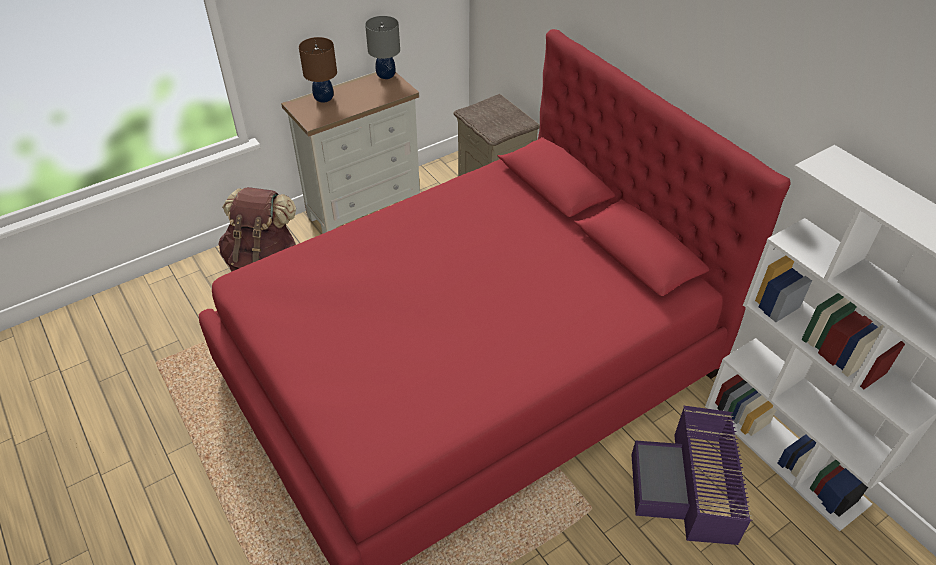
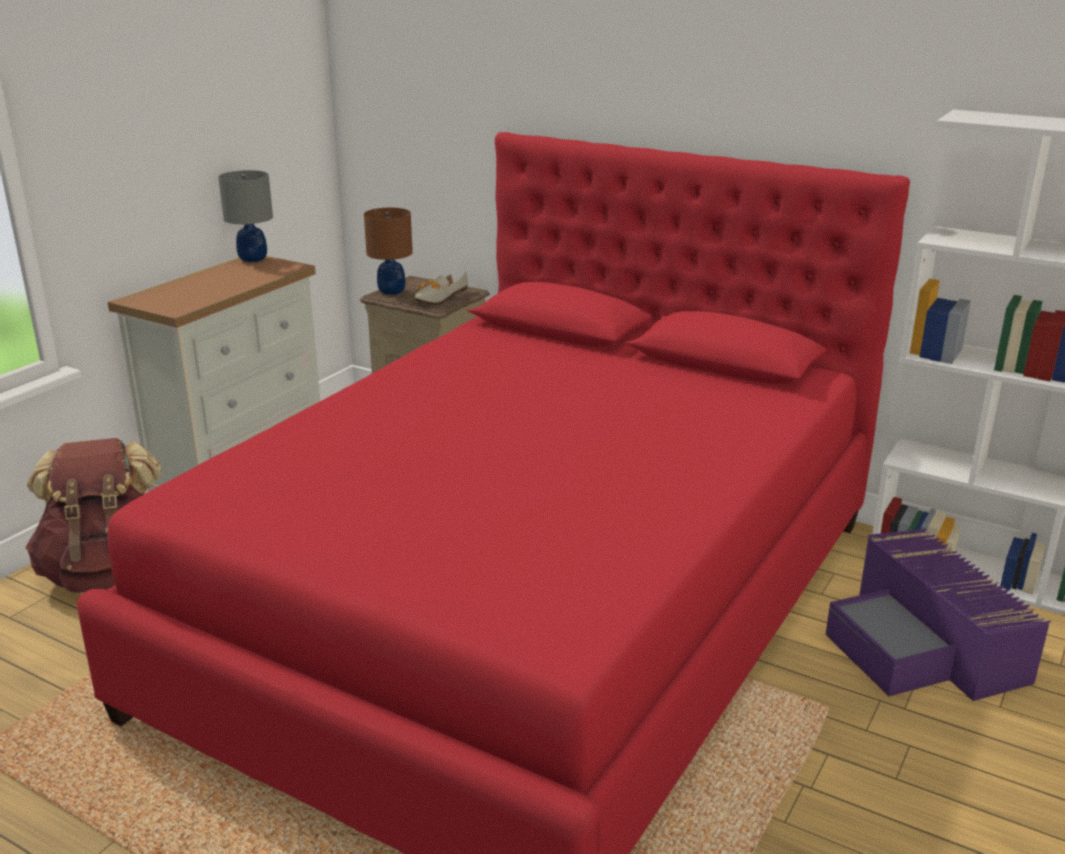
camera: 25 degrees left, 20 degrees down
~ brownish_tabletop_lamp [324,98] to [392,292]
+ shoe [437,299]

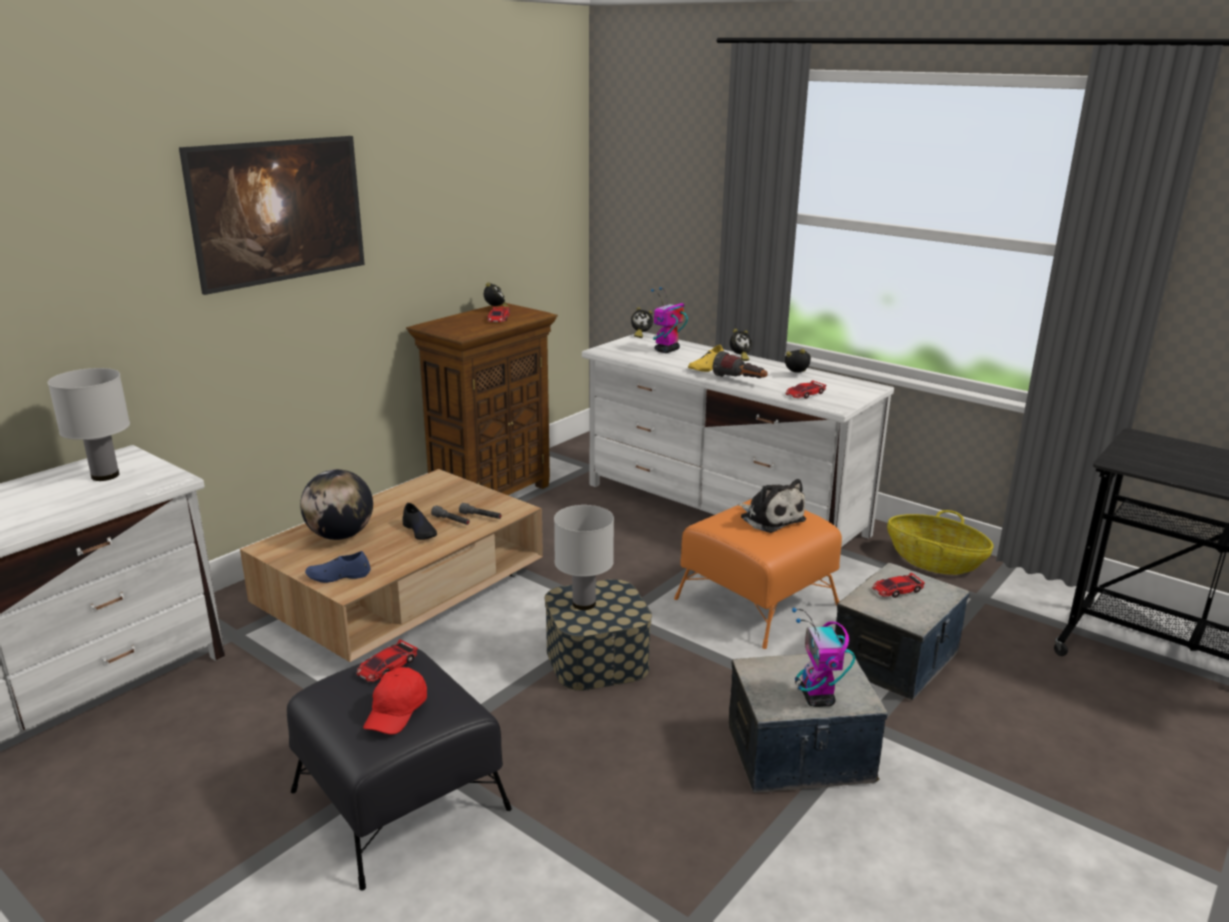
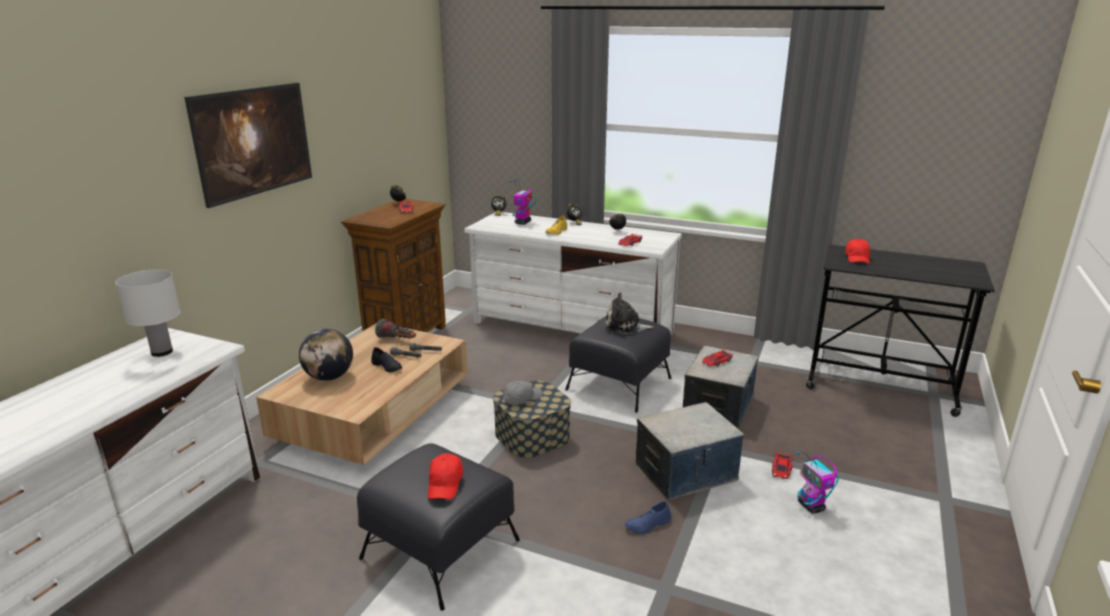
camera: 15 degrees left, 0 degrees up
~ torch [740,381] to [397,340]
~ cuddly_toy [770,518] = [625,326] 150 degrees clockwise
~ orange_ottoman [757,601] to black-coloured_ottoman [619,383]
~ whitish_tabletop_lamp [583,603] to gray_cap [521,399]
- basket [934,561]
~ blue-coloured_shoe [338,576] to [648,524]
~ model_robot [817,698] to [811,507]
~ miniature_car [387,666] to [781,469]
+ reddish_cap [857,258]

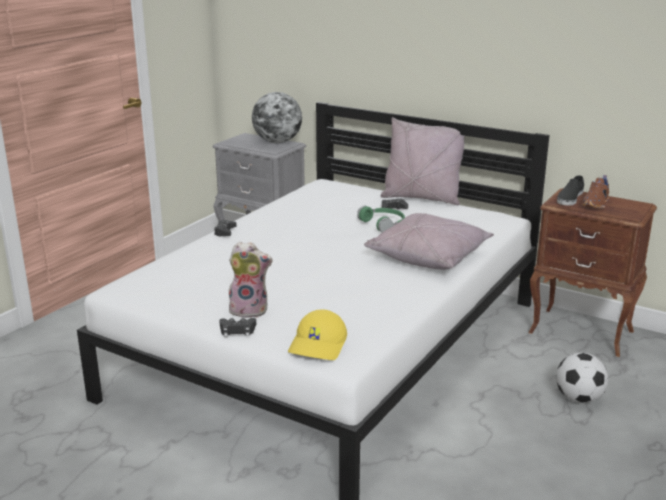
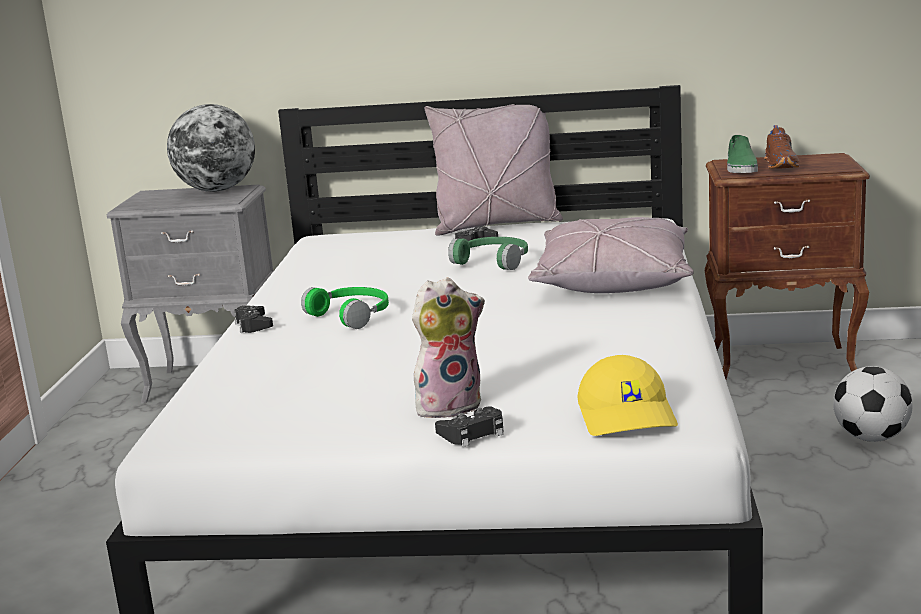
camera: 25 degrees left, 5 degrees down
~ black-coloured_shoe [570,198] to green_shoe [740,166]
+ green_headset [353,315]

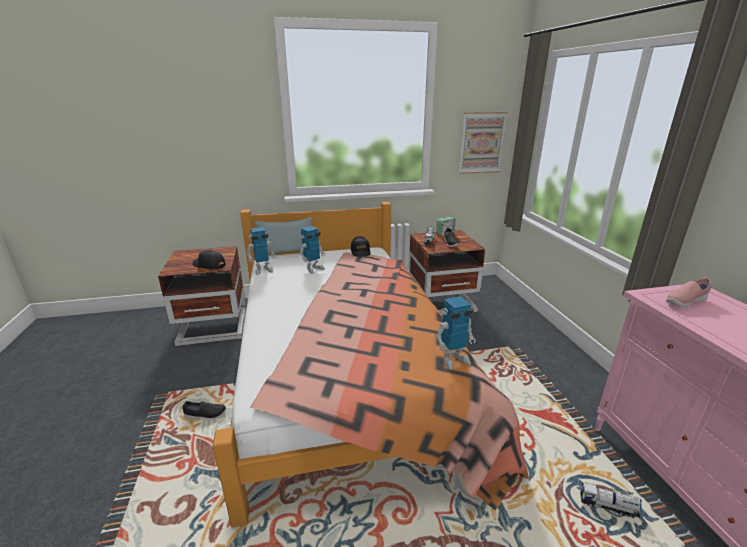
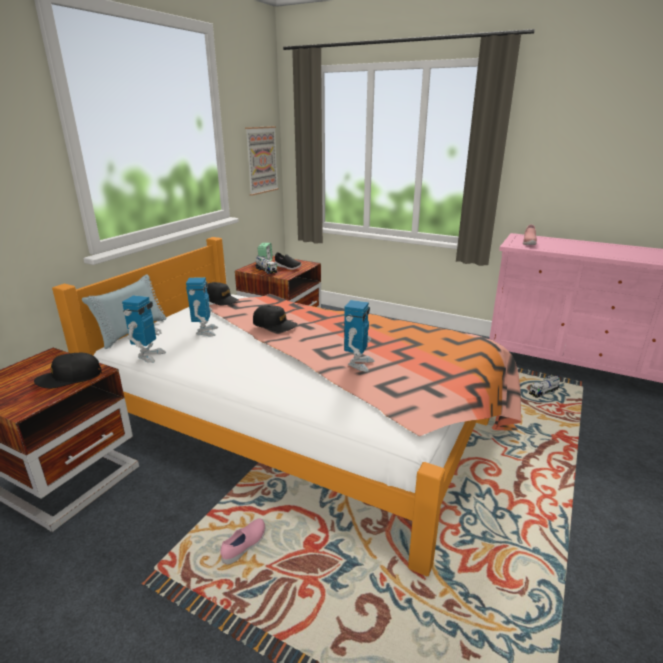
camera: 50 degrees left, 0 degrees up
~ model_robot [453,359] to [358,364]
~ black-coloured_shoe [205,415] to pink_shoe [245,546]
+ black-coloured_cap [275,325]

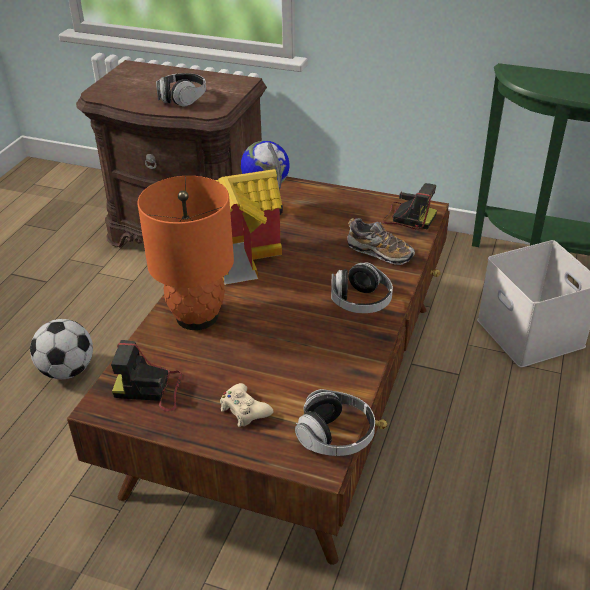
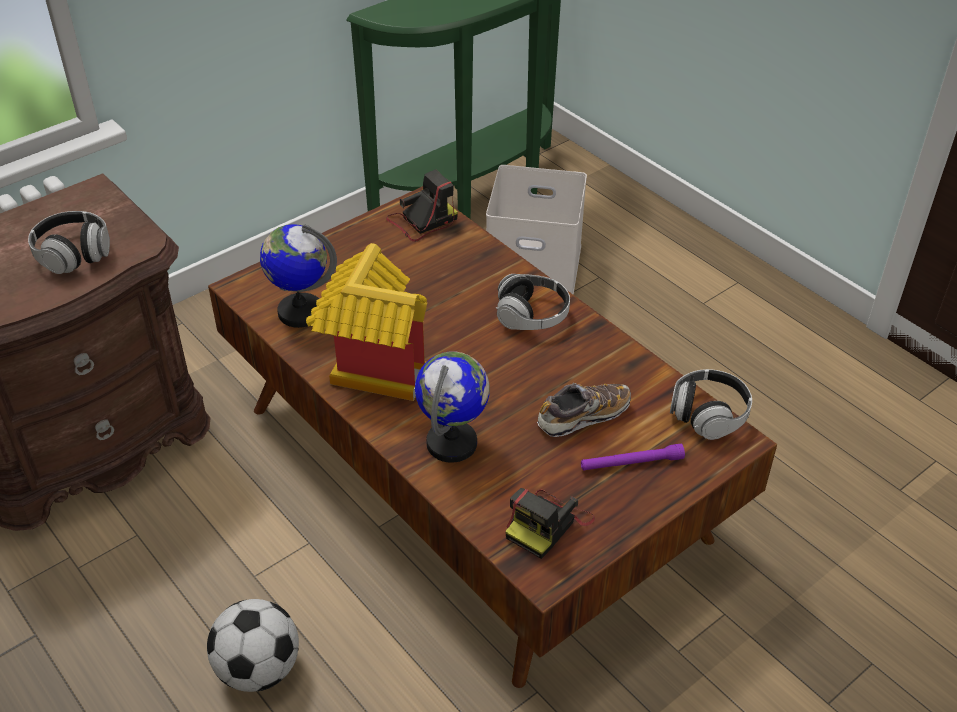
camera: 60 degrees left, 5 degrees up
~ orange_tabletop_lamp [197,316] to world_globe [452,443]
~ shoe [380,252] to [583,417]
~ sand-coloured_gamepad [244,410] to purple_torch [631,463]

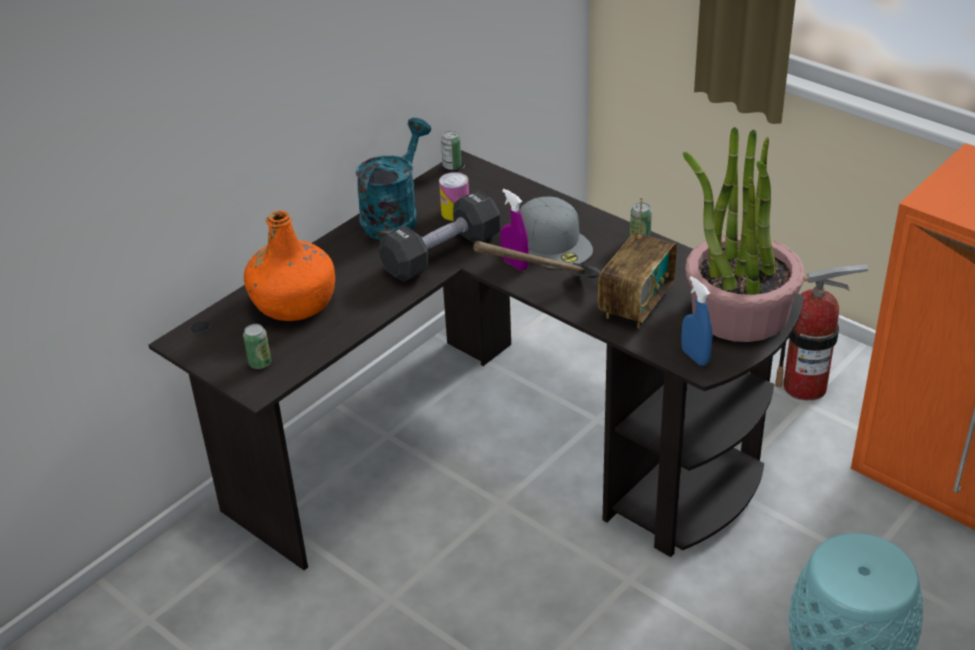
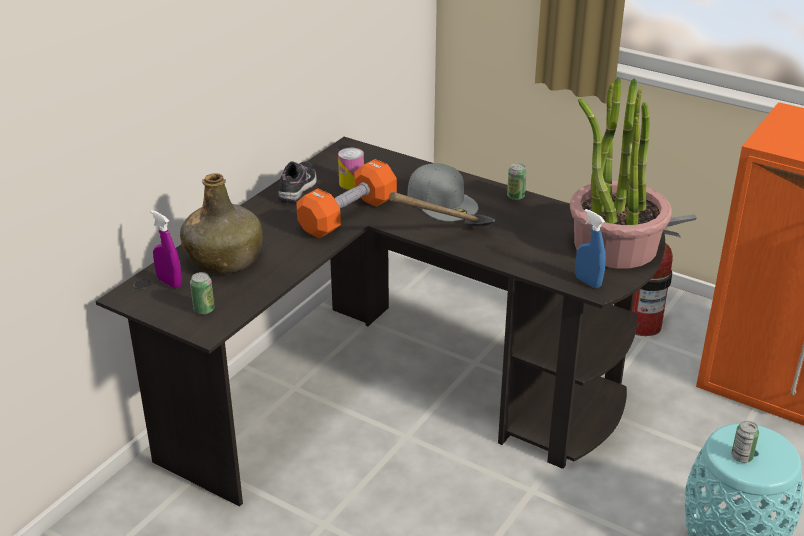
camera: 10 degrees left, 5 degrees down
~ turquoise-coloured_watering_can [394,215] to shoe [298,188]
~ metal_can [452,166] to [741,457]
~ purple_spray_bottle [514,264] to [169,282]
~ black-coloured_dumbbell [442,254] to orange_dumbbell [348,215]
- radio [636,304]
~ orange_drink_bottle [294,302] to green_drink_bottle [224,259]

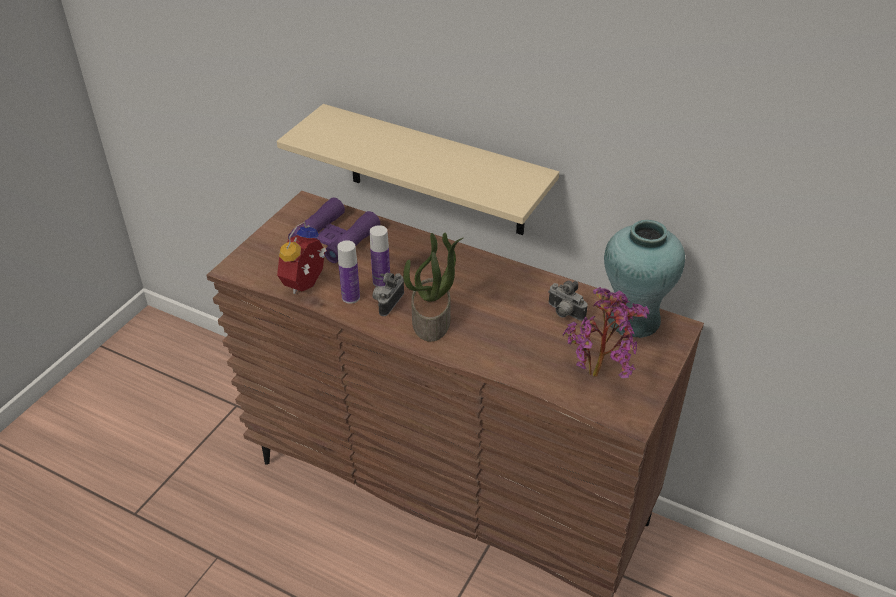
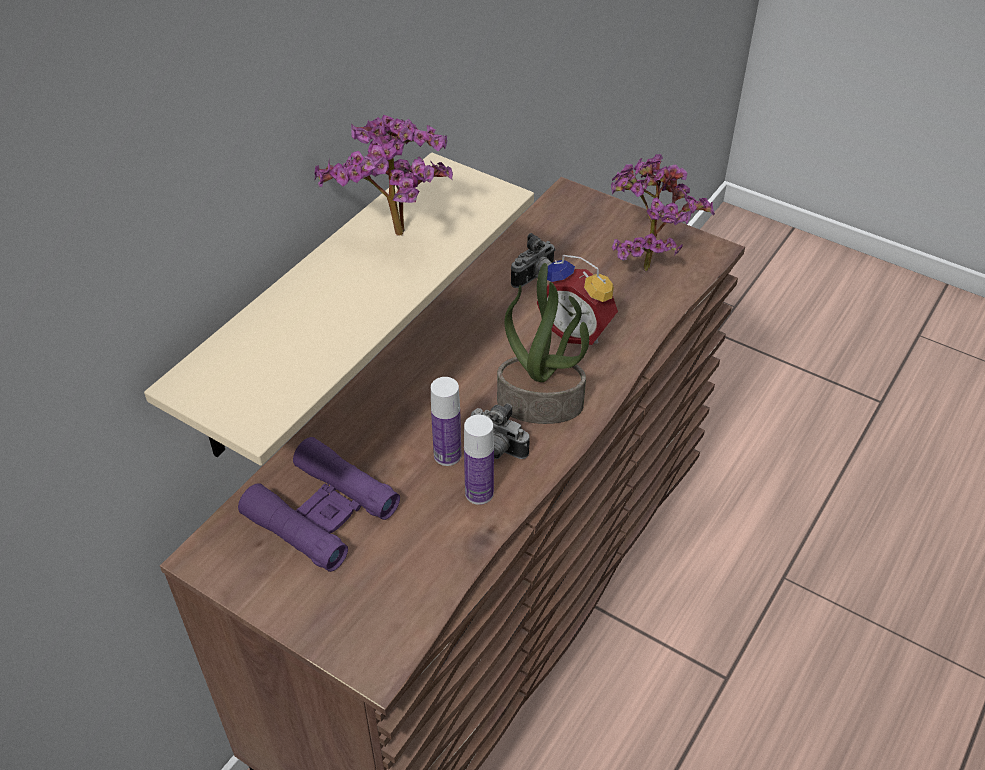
camera: 85 degrees left, 5 degrees up
- turquoise-coloured_flower_vase [633,319]
~ table_clock [307,284] to [577,330]
+ plant_in_a_pot [398,240]

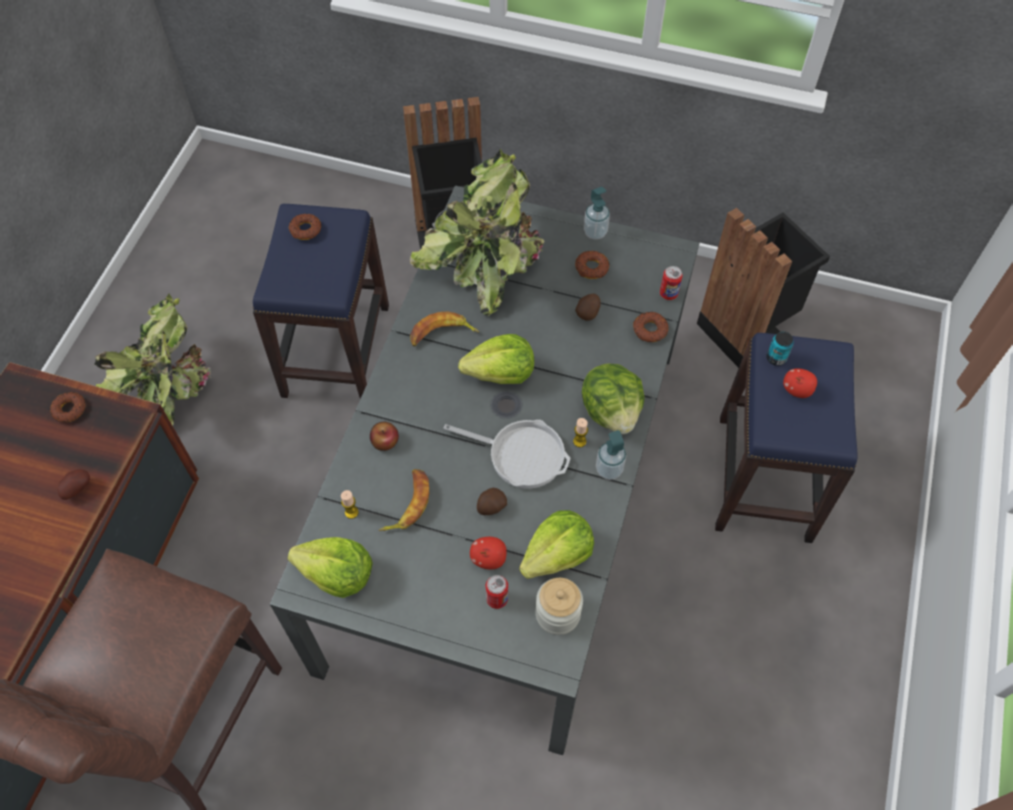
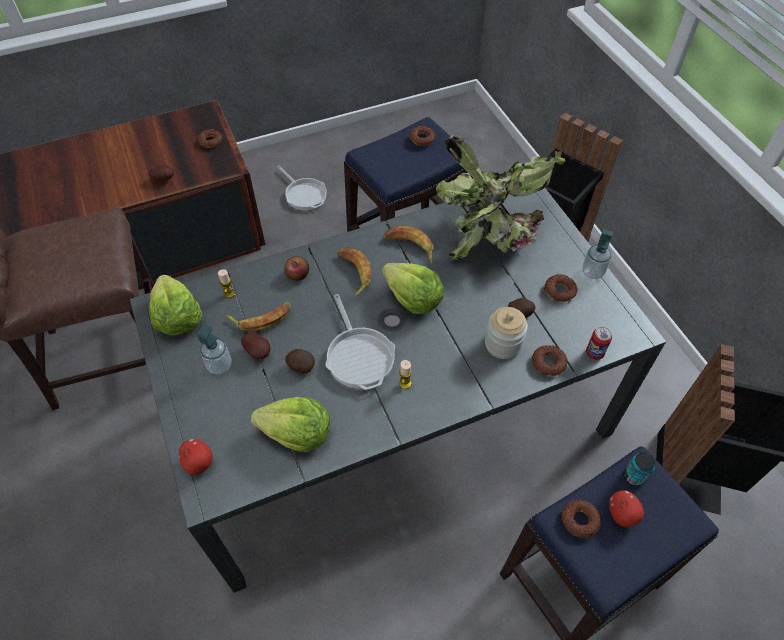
camera: 50 degrees right, 5 degrees down
~ plant_in_a_pot [169,387] to pan [304,194]
- lettuce [611,411]
~ liquid_soap_bottle [609,469] to [219,366]
~ apple [489,559] to [199,463]
- metal_can [497,599]
~ storage_jar [557,614] to [503,344]
+ banana [353,273]
+ whole_potato [259,352]
+ doughnut [580,520]

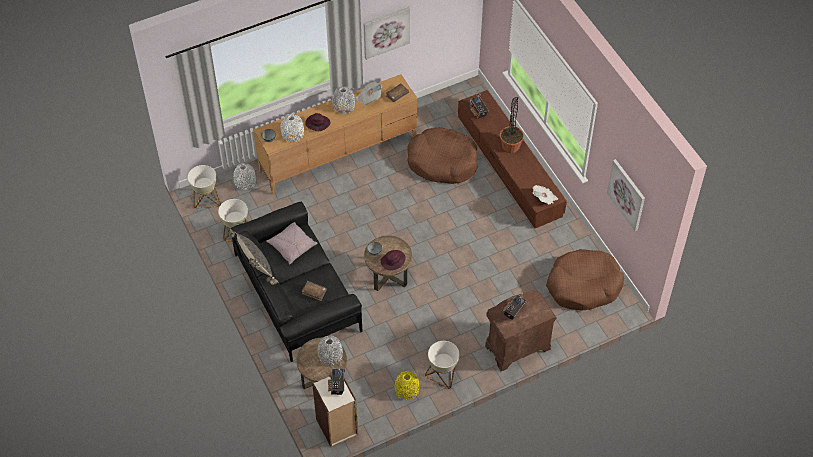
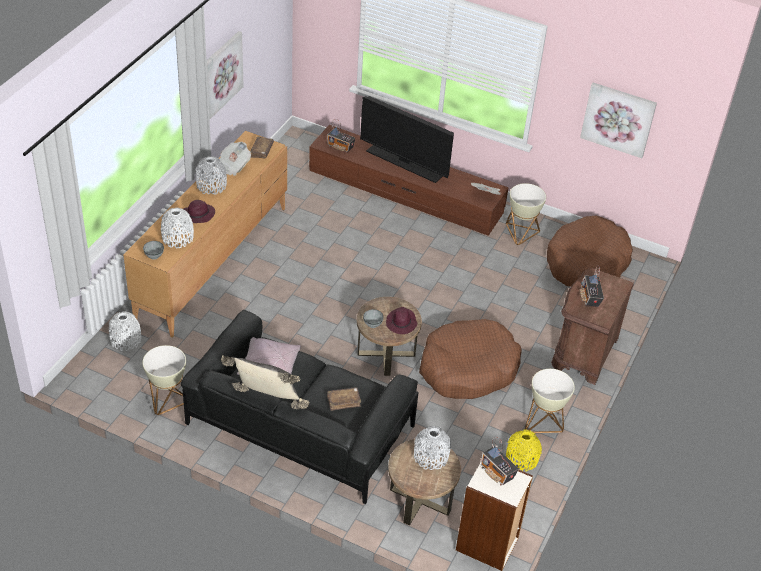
camera: 40 degrees left, 10 degrees down
~ plant_in_a_pot [510,146] to television [404,163]
~ brownish_dog_bed [442,162] to [467,368]
~ plant_pot [206,201] to [520,234]

